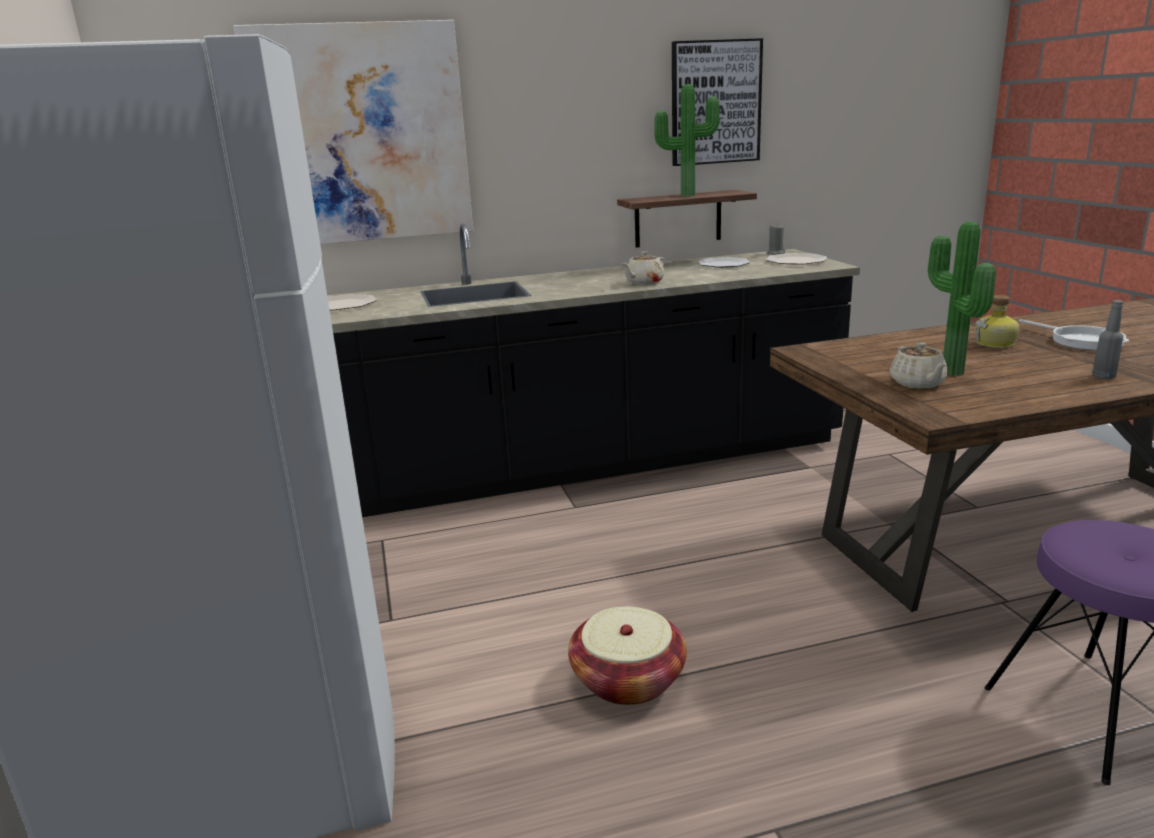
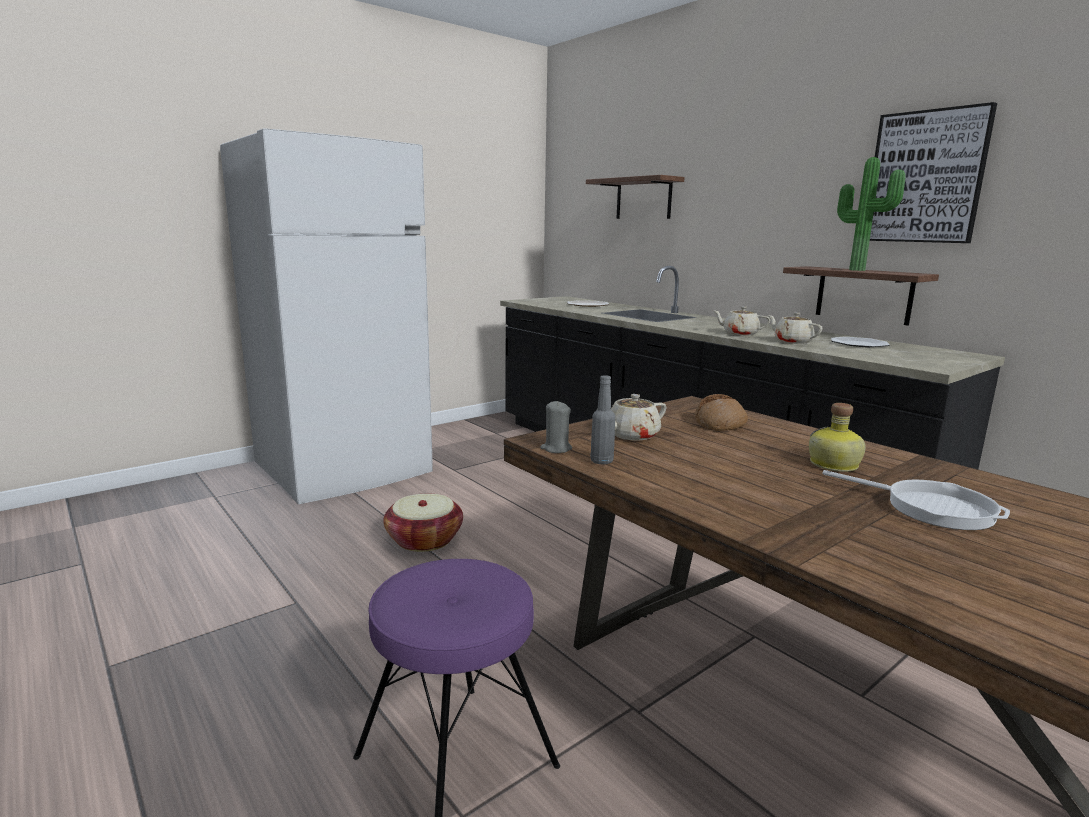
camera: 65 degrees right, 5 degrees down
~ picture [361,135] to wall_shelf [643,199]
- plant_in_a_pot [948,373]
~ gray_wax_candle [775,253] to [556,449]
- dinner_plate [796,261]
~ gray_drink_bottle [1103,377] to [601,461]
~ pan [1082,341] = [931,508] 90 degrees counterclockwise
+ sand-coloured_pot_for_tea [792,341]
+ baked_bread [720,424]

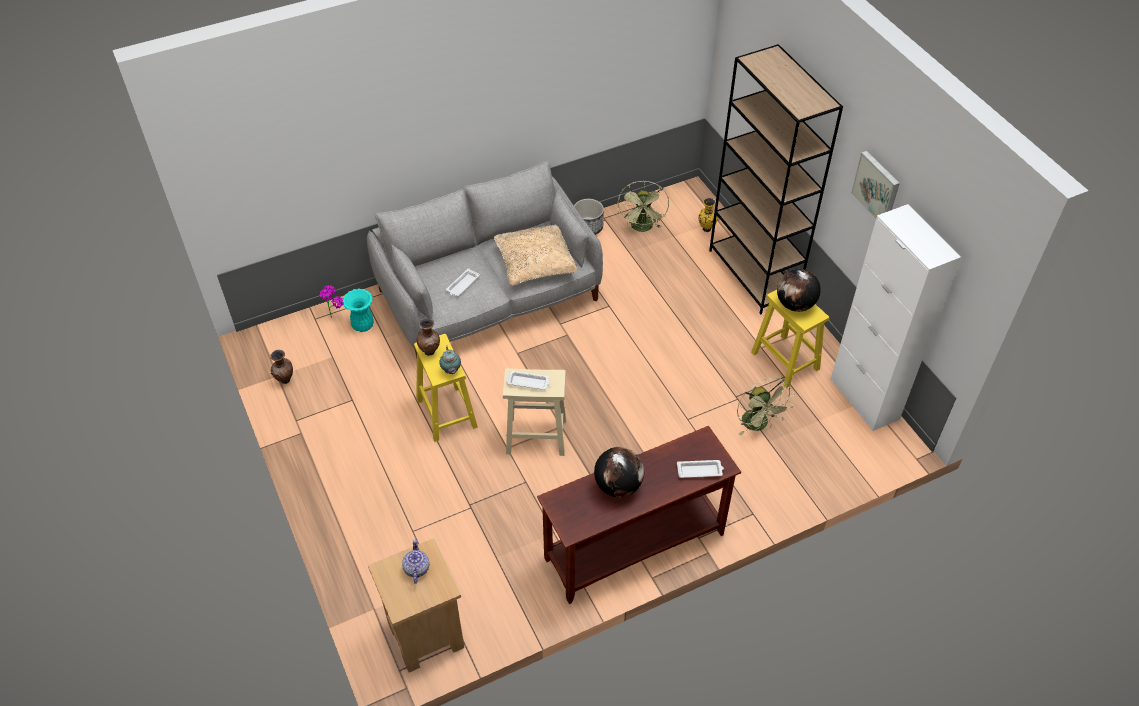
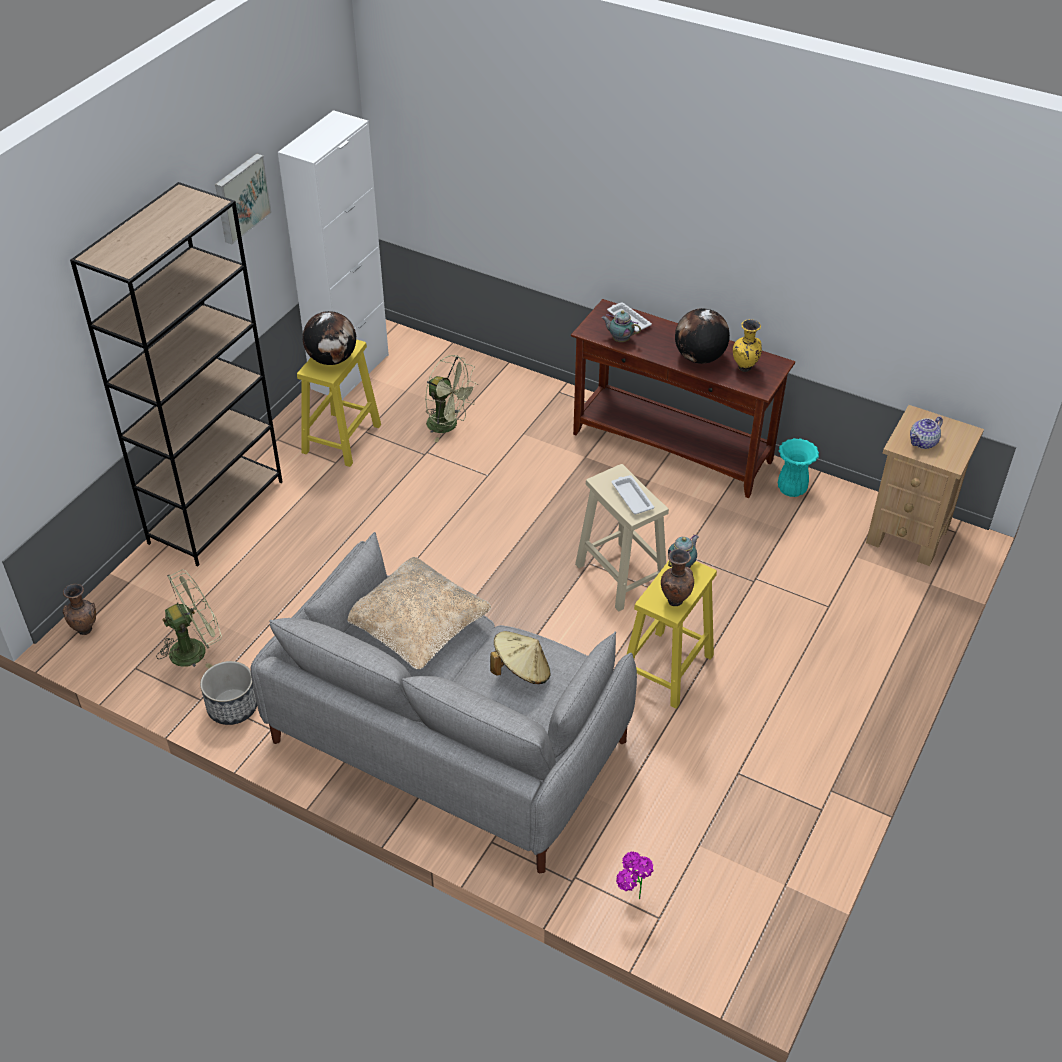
camera: 125 degrees left, 5 degrees down
~ yellow-coloured_flower_vase [706,229] to [744,369]
~ whitish_tray [462,285] to sand-coloured_wearable_hat [521,671]
~ turquoise-coloured_flower_vase [363,325] to [791,490]
~ brownish_flower_vase [285,381] to [86,629]
~ green_cooling_fan [758,425] = [448,425] 90 degrees clockwise
+ pot_for_tea [619,339]

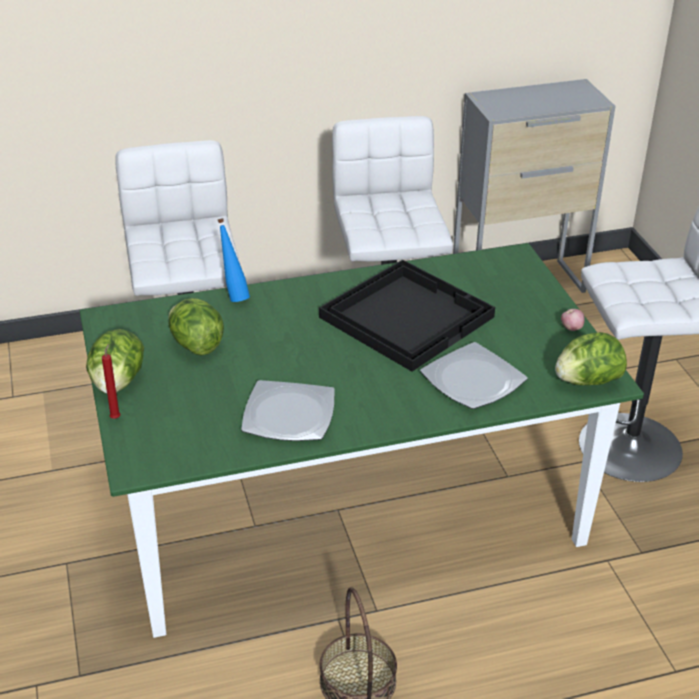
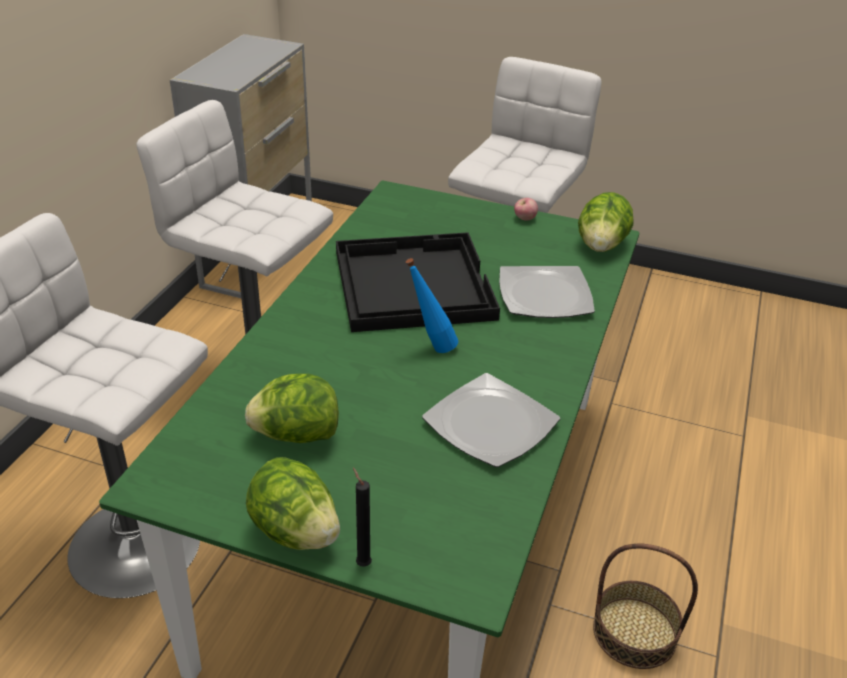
camera: 55 degrees left, 0 degrees up
~ blue-coloured_drink_bottle [234,296] to [430,347]
~ reddish_wax_candle [116,417] to black-coloured_wax_candle [362,563]

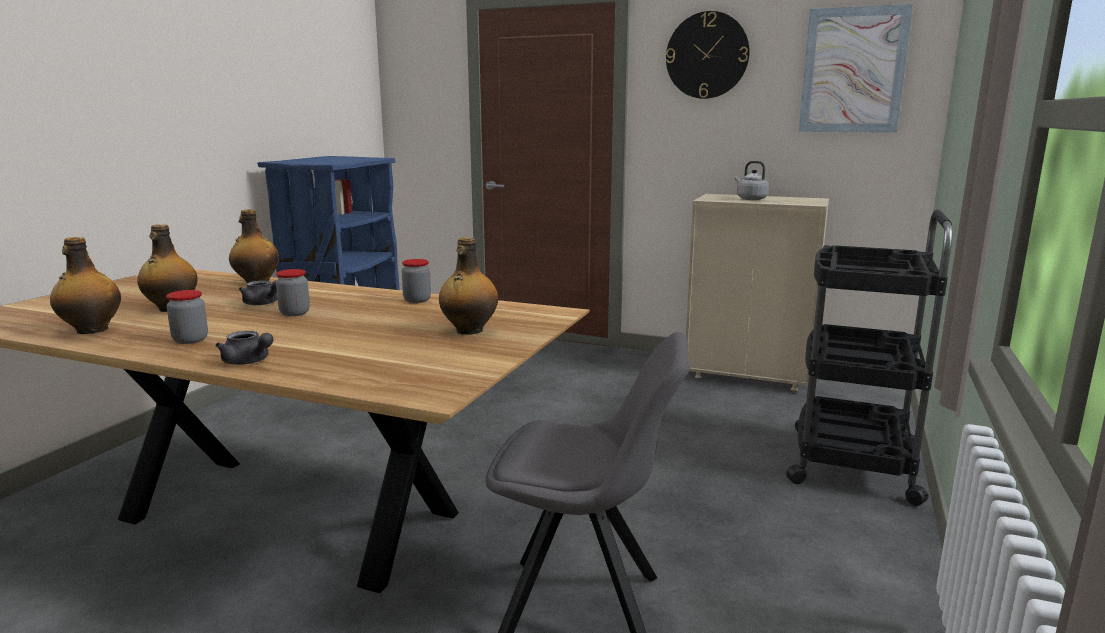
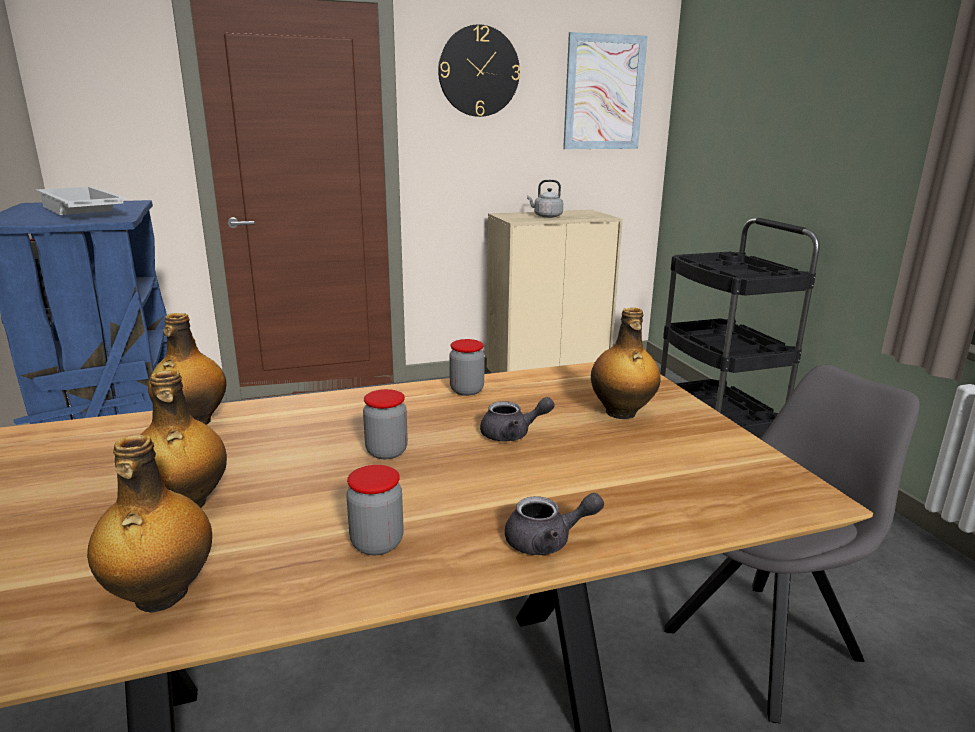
camera: 40 degrees left, 5 degrees up
~ gray_pot_for_tea [263,304] to [512,434]
+ whitish_tray [80,211]

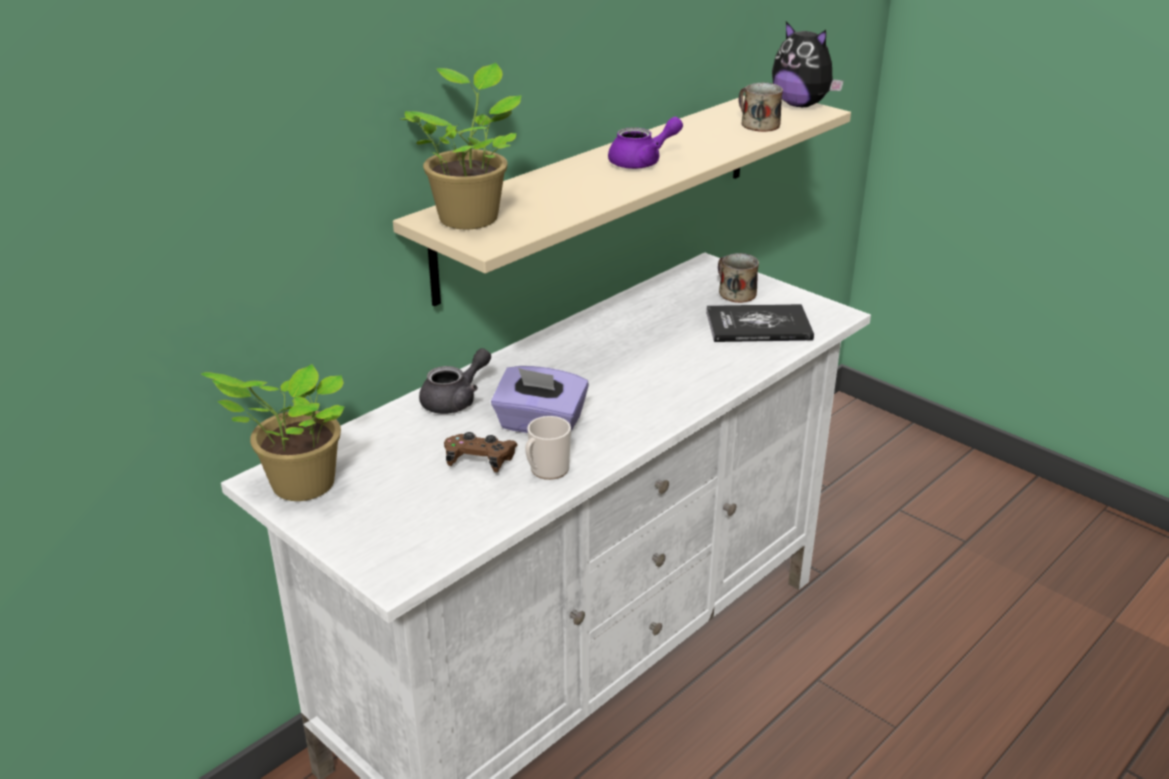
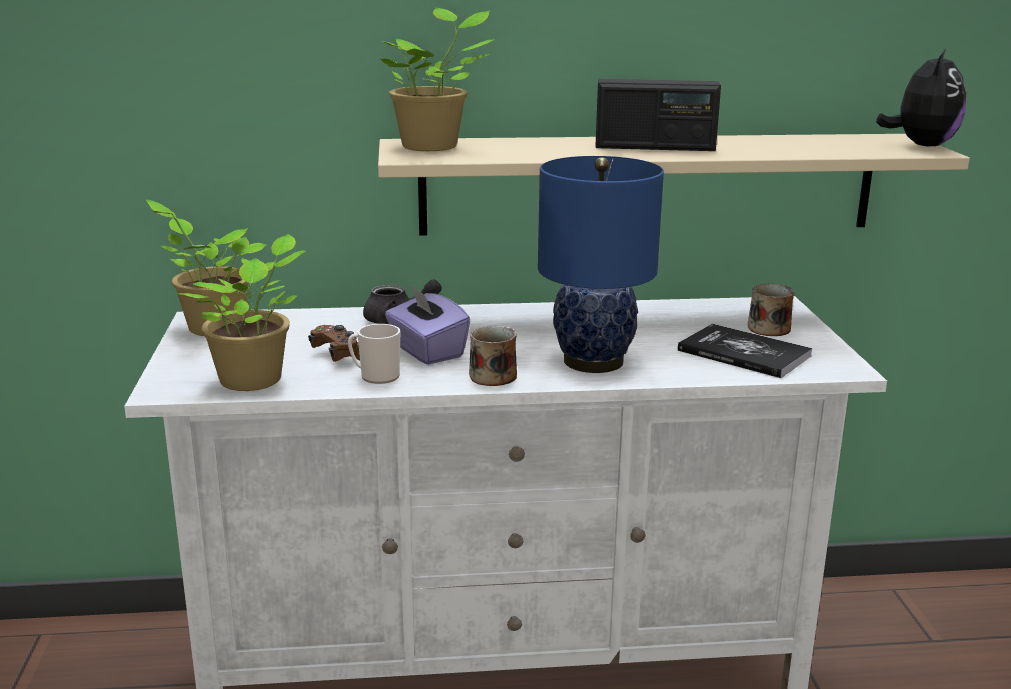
camera: 40 degrees right, 10 degrees down
~ cuddly_toy [801,105] = [921,146] 150 degrees counterclockwise
~ coffee_mug [758,124] to [492,375]
~ purple_pot_for_tea [642,162] to radio [654,147]
+ blue-coloured_tabletop_lamp [592,361]
+ plant_in_a_pot [255,380]

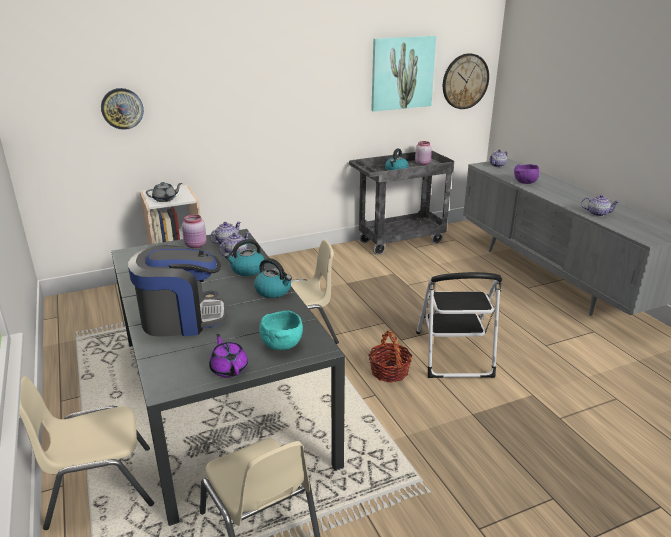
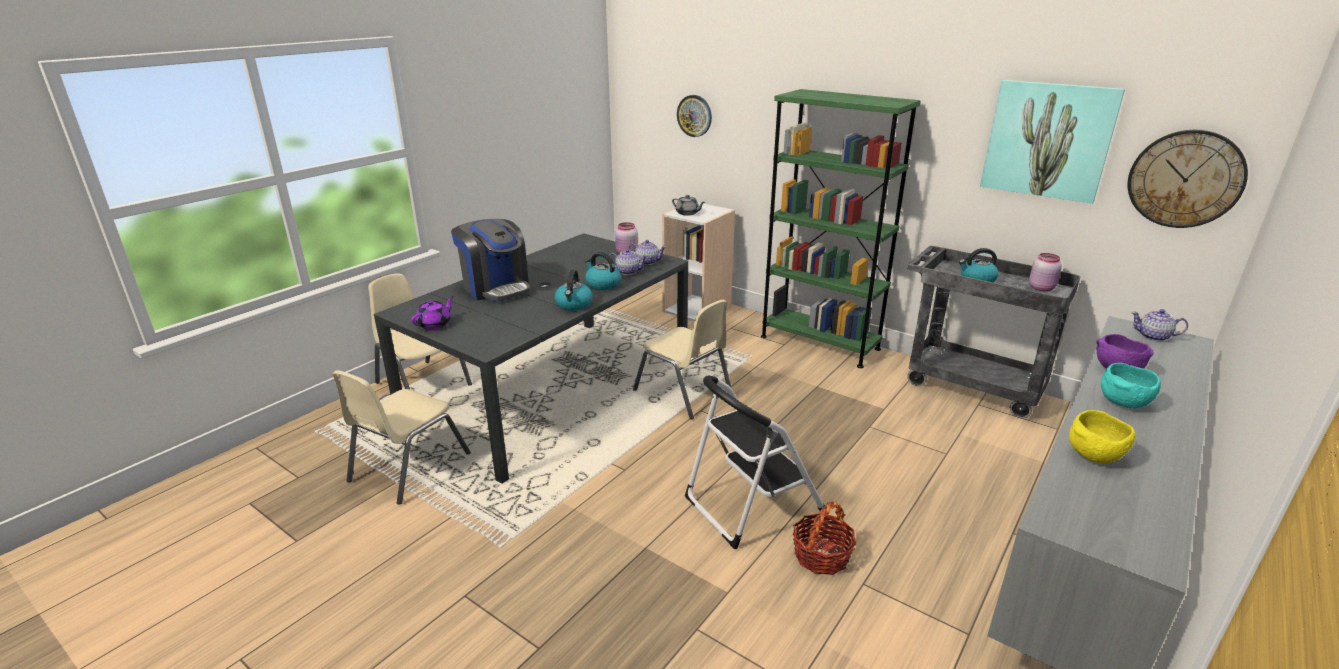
camera: 60 degrees right, 0 degrees up
~ pot_for_tea [597,213] to yellow-coloured_serving_bowl [1094,455]
~ turquoise-coloured_serving_bowl [281,345] to [1123,402]
~ basket [389,371] to [821,556]
+ green_bookcase [819,343]

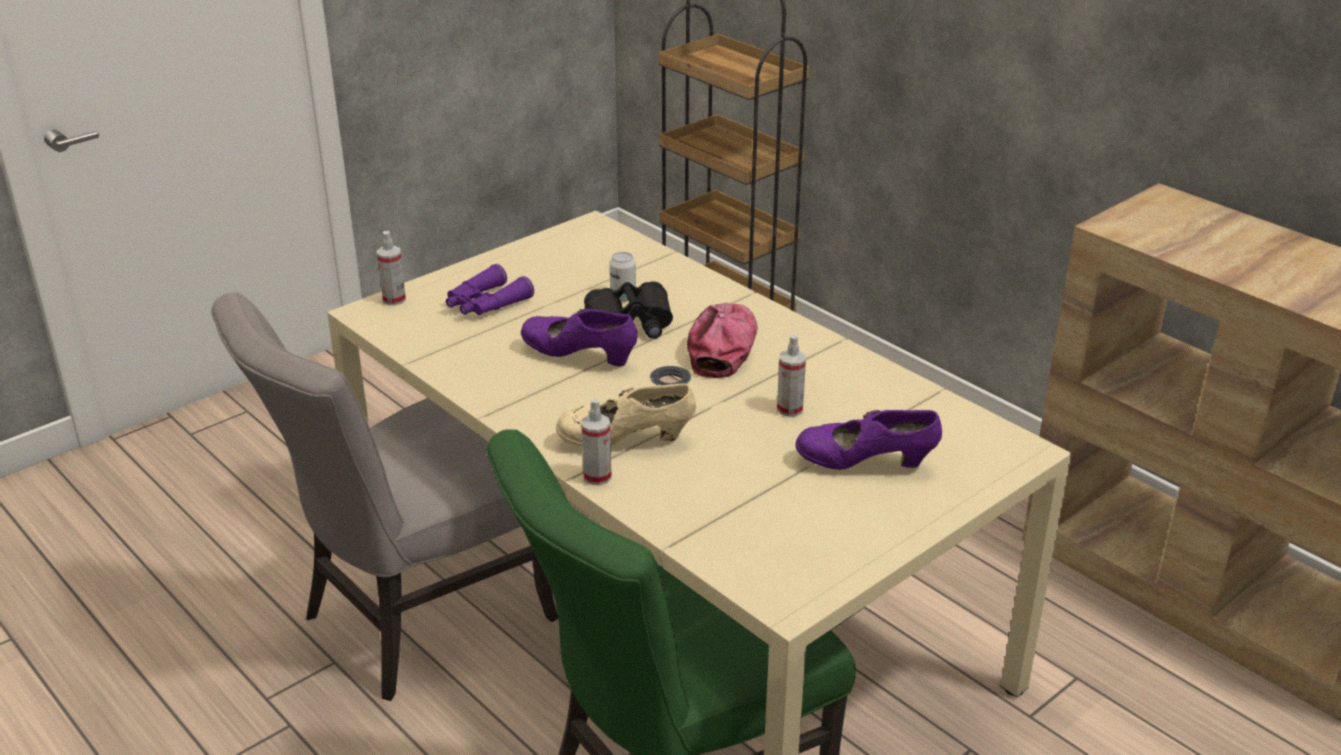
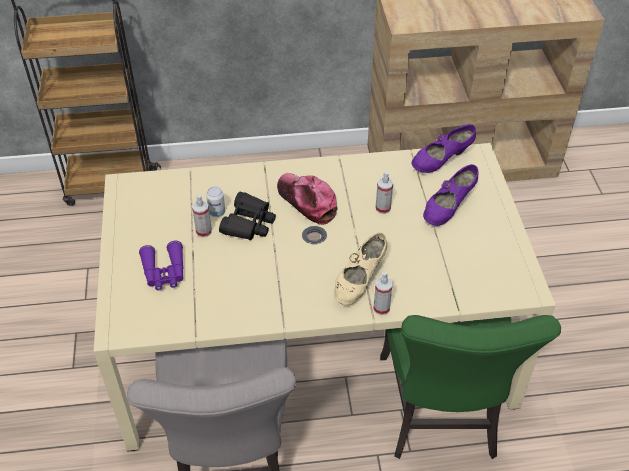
camera: 55 degrees left, 15 degrees up
~ spray_bottle [394,299] to [203,231]
~ purple_shoe [580,357] to [441,161]

